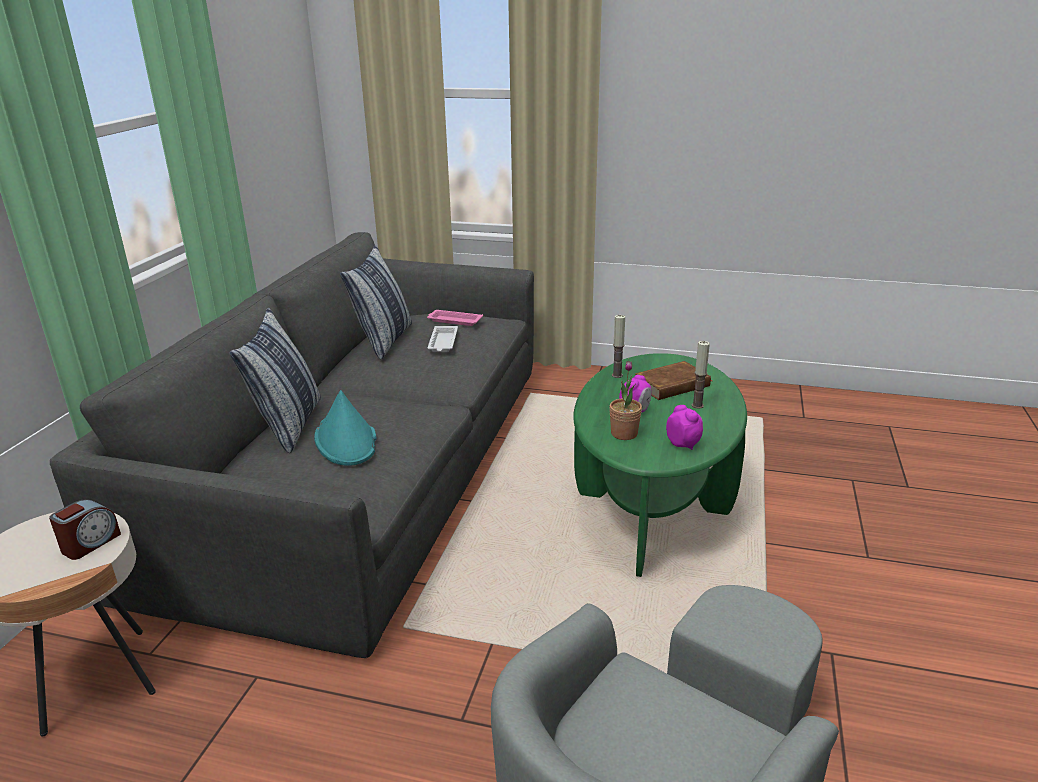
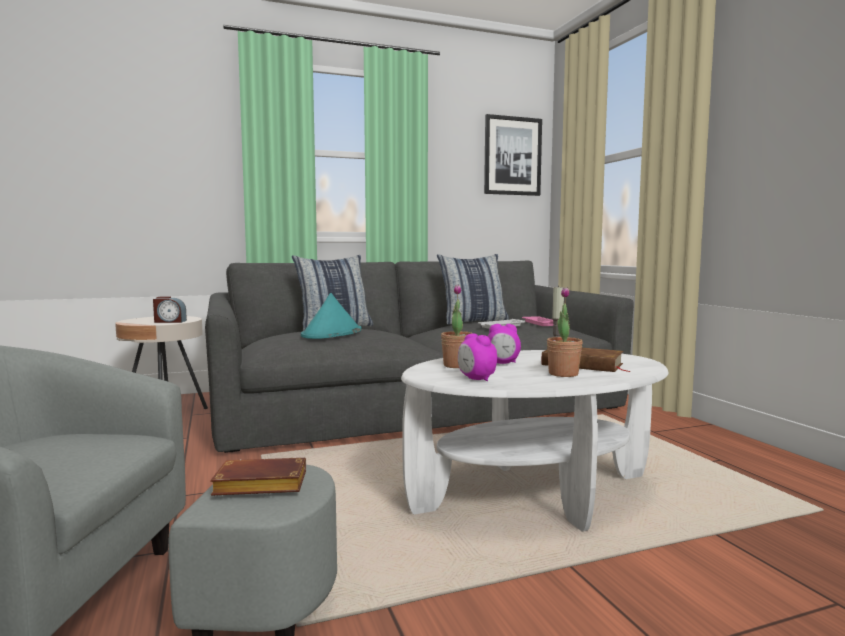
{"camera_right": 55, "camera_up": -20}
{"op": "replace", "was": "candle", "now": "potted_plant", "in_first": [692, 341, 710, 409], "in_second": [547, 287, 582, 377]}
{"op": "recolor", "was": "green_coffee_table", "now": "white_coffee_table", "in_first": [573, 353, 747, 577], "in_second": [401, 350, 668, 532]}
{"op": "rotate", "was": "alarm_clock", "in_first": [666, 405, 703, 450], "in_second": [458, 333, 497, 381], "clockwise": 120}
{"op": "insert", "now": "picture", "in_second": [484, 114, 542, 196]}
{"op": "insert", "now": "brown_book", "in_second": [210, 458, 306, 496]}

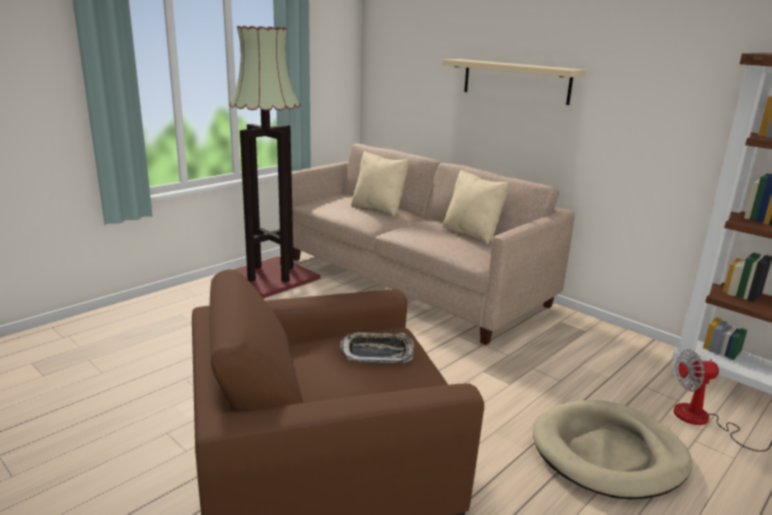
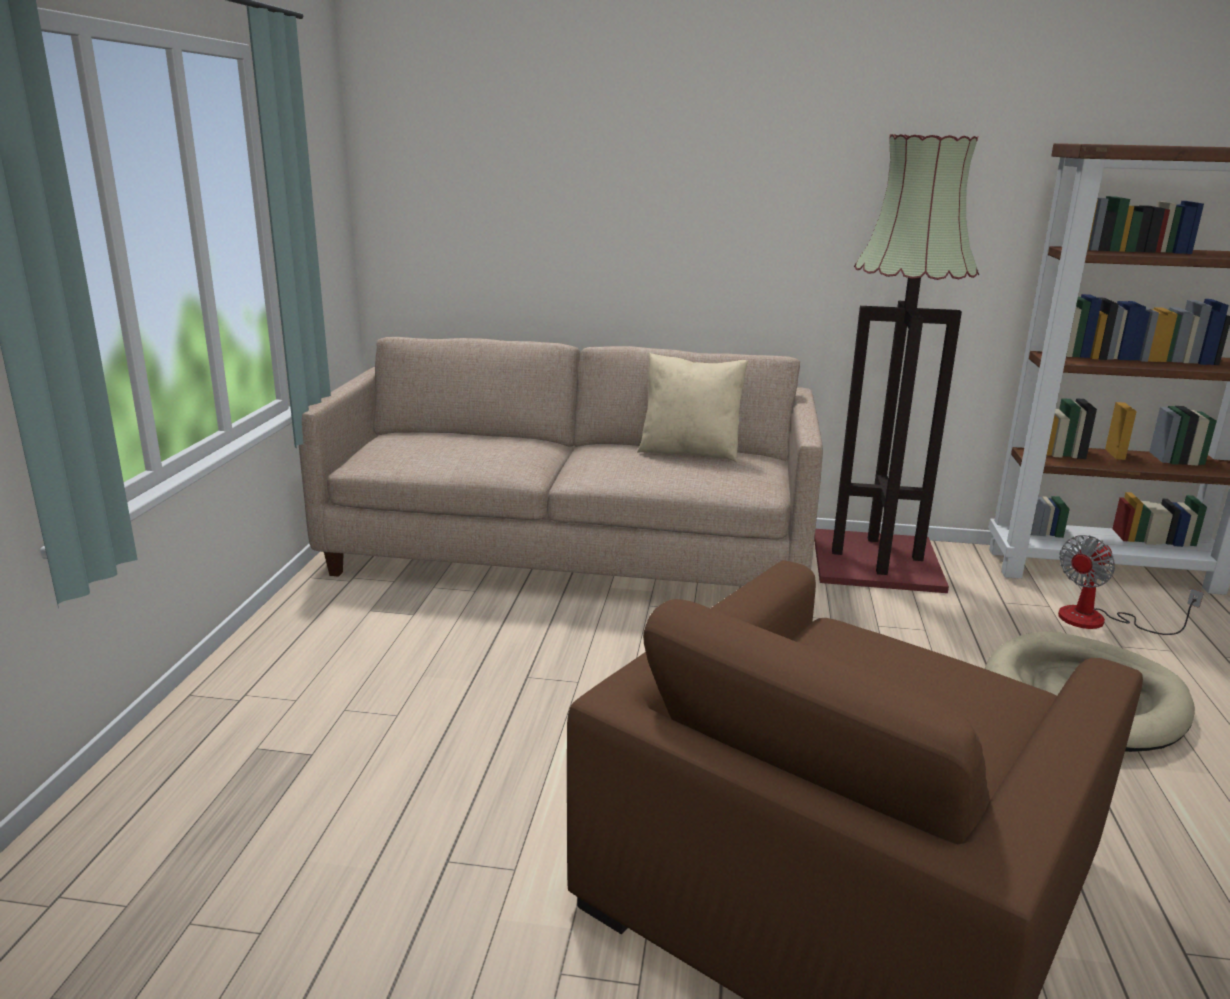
{"camera_right": -35, "camera_up": 0}
{"op": "move", "was": "floor_lamp", "in_first": [229, 26, 320, 299], "in_second": [814, 134, 979, 593]}
{"op": "delete", "was": "beige_shelf", "in_first": [442, 59, 587, 105]}
{"op": "delete", "was": "beige_pillow", "in_first": [351, 151, 409, 216]}
{"op": "delete", "was": "tray", "in_first": [340, 332, 414, 363]}

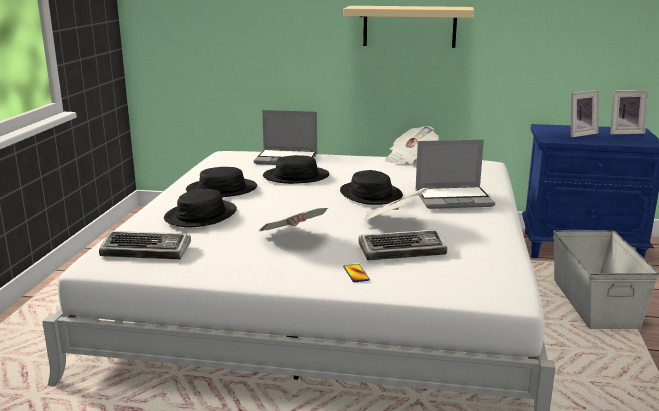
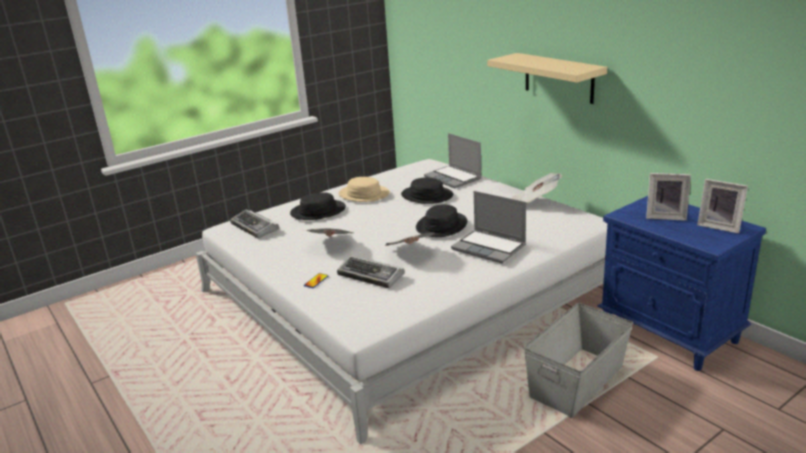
{"camera_right": 45, "camera_up": 5}
{"op": "recolor", "was": "black_hat", "now": "beige_hat", "in_first": [186, 167, 257, 197], "in_second": [338, 177, 390, 202]}

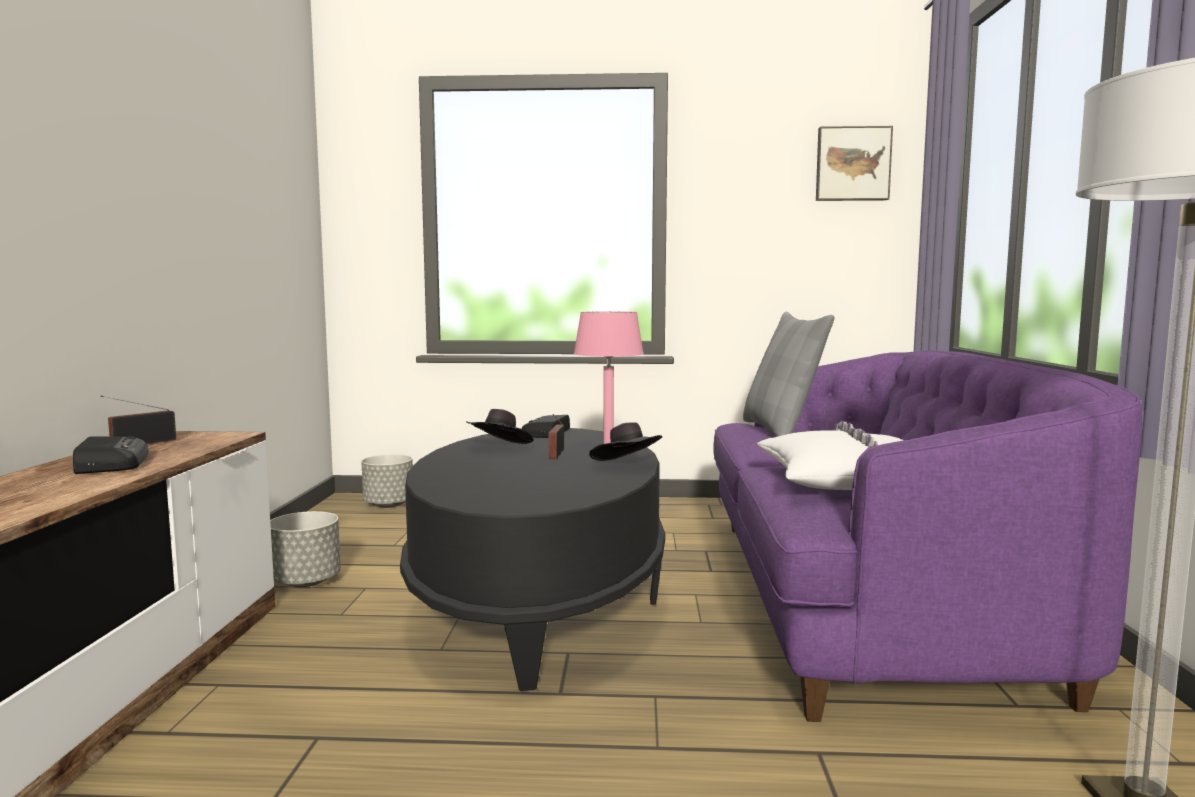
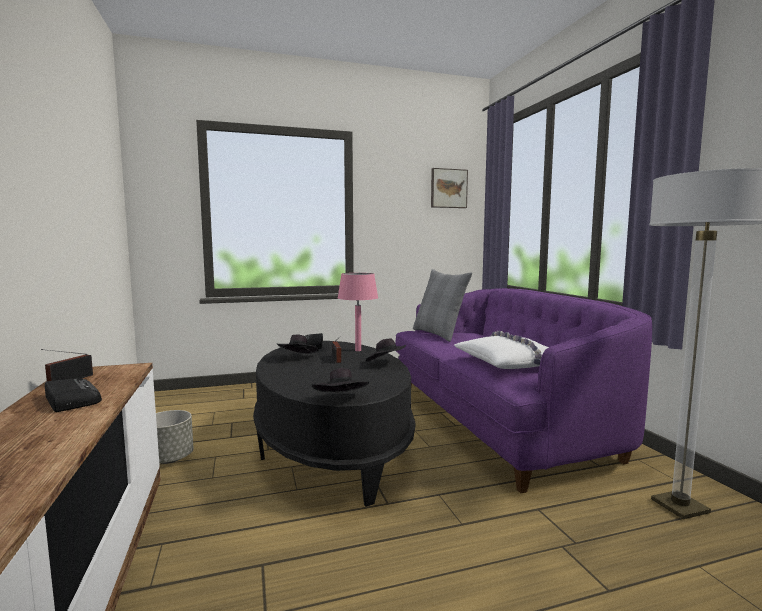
{"camera_right": -20, "camera_up": 0}
{"op": "delete", "was": "grey_planter", "in_first": [361, 454, 413, 508]}
{"op": "insert", "now": "black_hat", "in_second": [312, 368, 369, 393]}

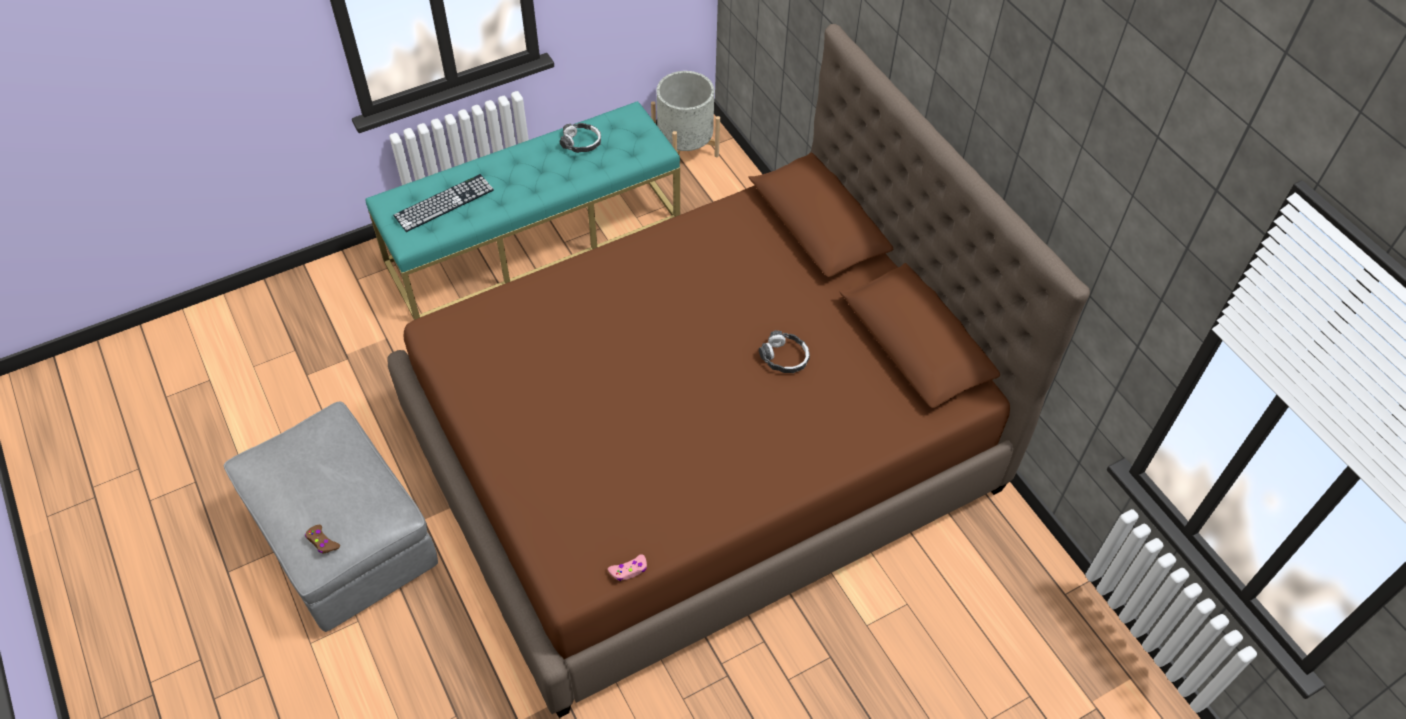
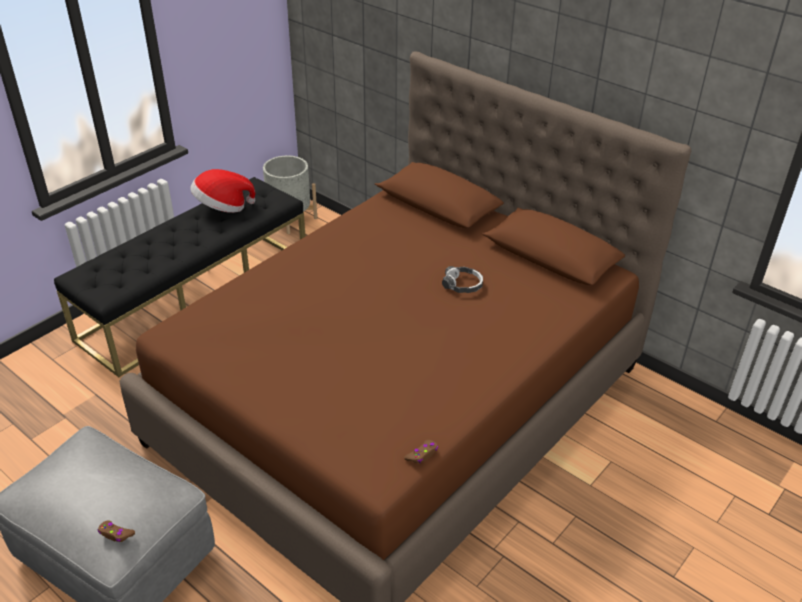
{"camera_right": -20, "camera_up": -15}
{"op": "recolor", "was": "turquoise_bench", "now": "black_bench", "in_first": [366, 101, 680, 320], "in_second": [54, 177, 306, 377]}
{"op": "replace", "was": "headphones", "now": "hat", "in_first": [559, 123, 601, 153], "in_second": [190, 169, 256, 213]}
{"op": "delete", "was": "keyboard", "in_first": [393, 174, 494, 232]}
{"op": "recolor", "was": "pink_game_controller", "now": "brown_game_controller", "in_first": [608, 554, 647, 581], "in_second": [404, 440, 438, 463]}

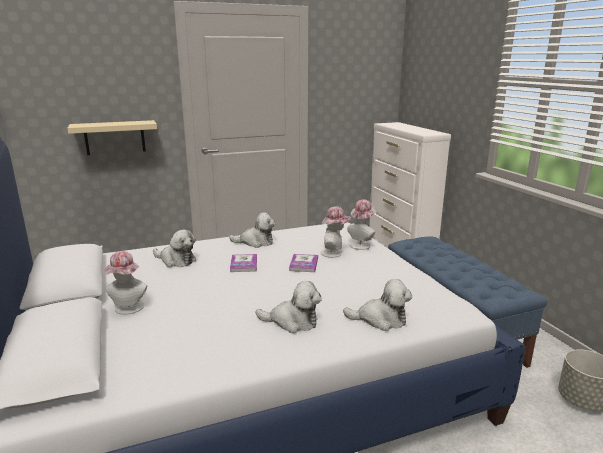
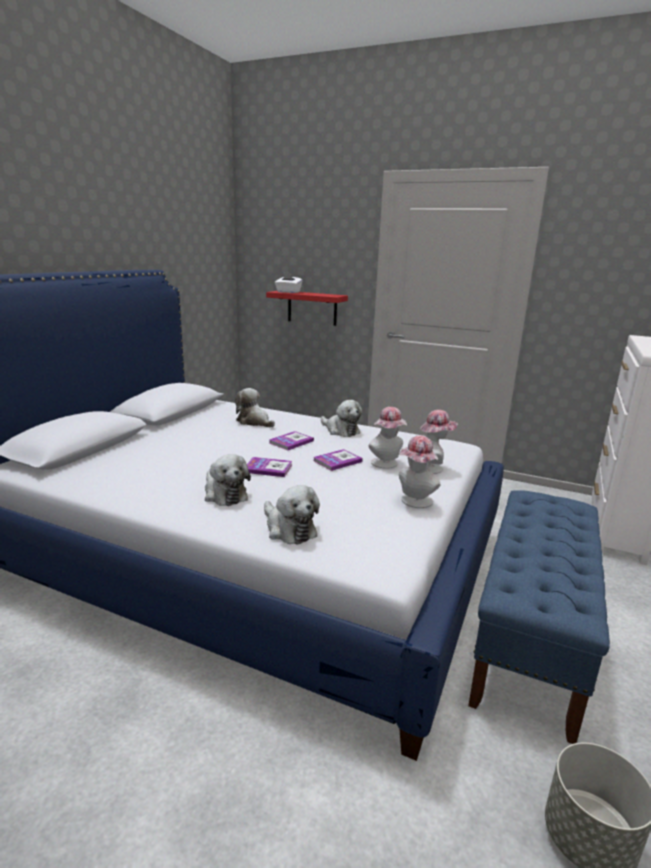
{"camera_right": 45, "camera_up": 0}
{"op": "recolor", "was": "beige_shelf", "now": "red_shelf", "in_first": [67, 120, 157, 155], "in_second": [266, 291, 348, 326]}
{"op": "rotate", "was": "plush_toy", "in_first": [153, 230, 196, 267], "in_second": [235, 388, 275, 427], "clockwise": 150}
{"op": "move", "was": "hat", "in_first": [104, 251, 147, 315], "in_second": [399, 436, 440, 508]}
{"op": "insert", "now": "white_tissue_box", "in_second": [275, 272, 302, 293]}
{"op": "insert", "now": "book", "in_second": [247, 457, 292, 477]}

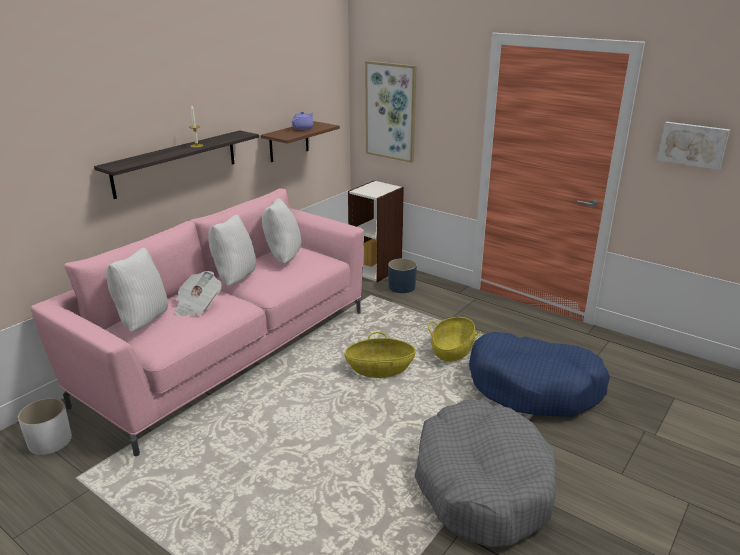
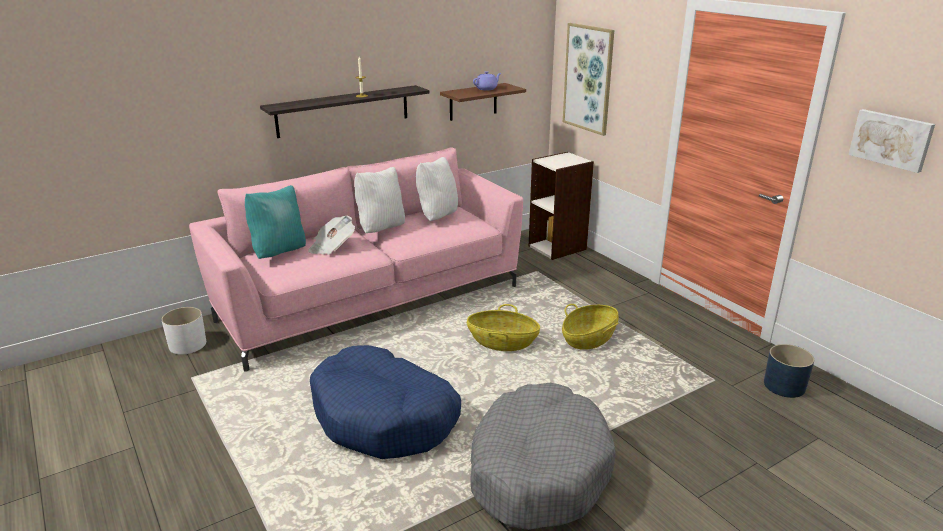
{"camera_right": 20, "camera_up": 0}
{"op": "recolor", "was": "white_pillow", "now": "turquoise_pillow", "in_first": [106, 248, 168, 332], "in_second": [245, 185, 306, 259]}
{"op": "move", "was": "blue_planter", "in_first": [388, 258, 417, 293], "in_second": [764, 344, 814, 398]}
{"op": "move", "was": "blue_dog_bed", "in_first": [469, 332, 610, 417], "in_second": [310, 345, 461, 459]}

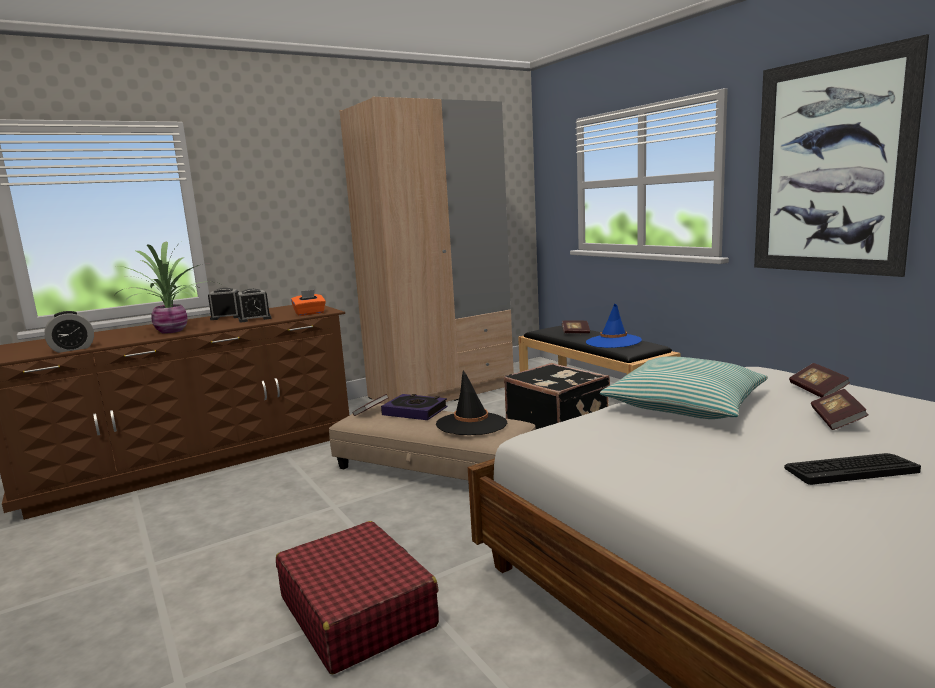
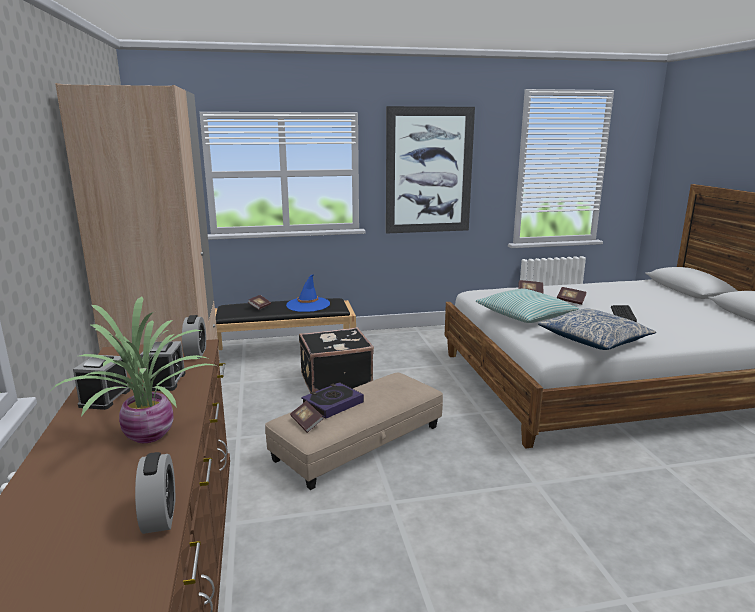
{"camera_right": -70, "camera_up": 5}
{"op": "replace", "was": "orange_tissue_box", "now": "alarm_clock", "in_first": [291, 290, 326, 316], "in_second": [182, 315, 206, 358]}
{"op": "delete", "was": "black_hat", "in_first": [436, 370, 507, 435]}
{"op": "delete", "was": "red_suitcase", "in_first": [276, 521, 439, 674]}
{"op": "insert", "now": "pillow", "in_second": [538, 309, 656, 350]}

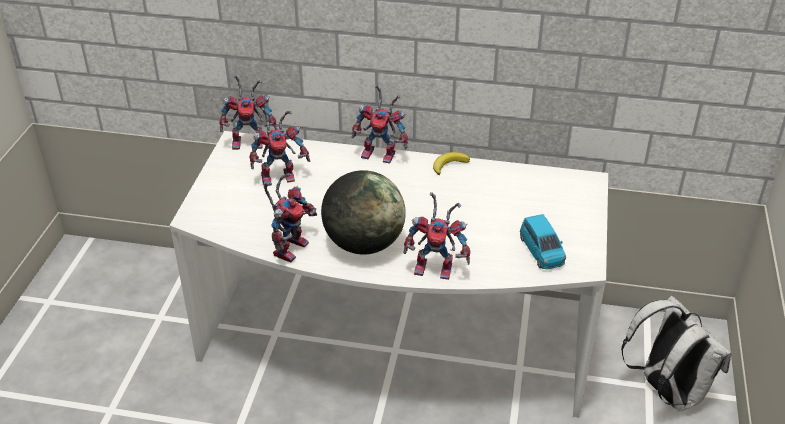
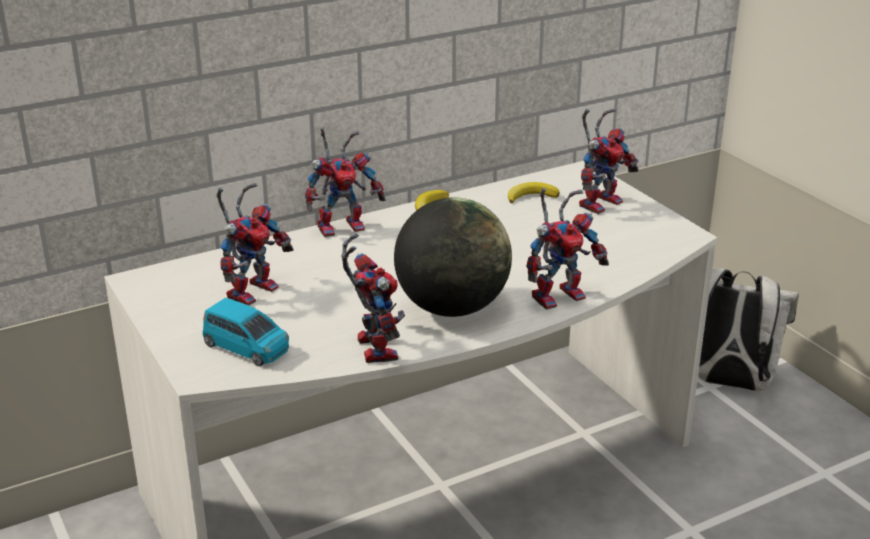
{"camera_right": -40, "camera_up": -10}
{"op": "move", "was": "toy_robot", "in_first": [219, 75, 277, 150], "in_second": [579, 108, 639, 214]}
{"op": "move", "was": "blue_toy_car", "in_first": [520, 214, 566, 269], "in_second": [203, 298, 289, 366]}
{"op": "insert", "now": "banana", "in_second": [508, 182, 560, 204]}

